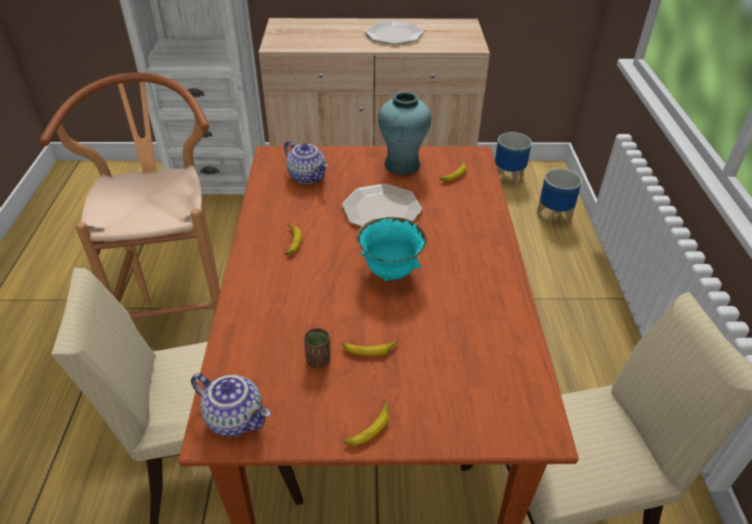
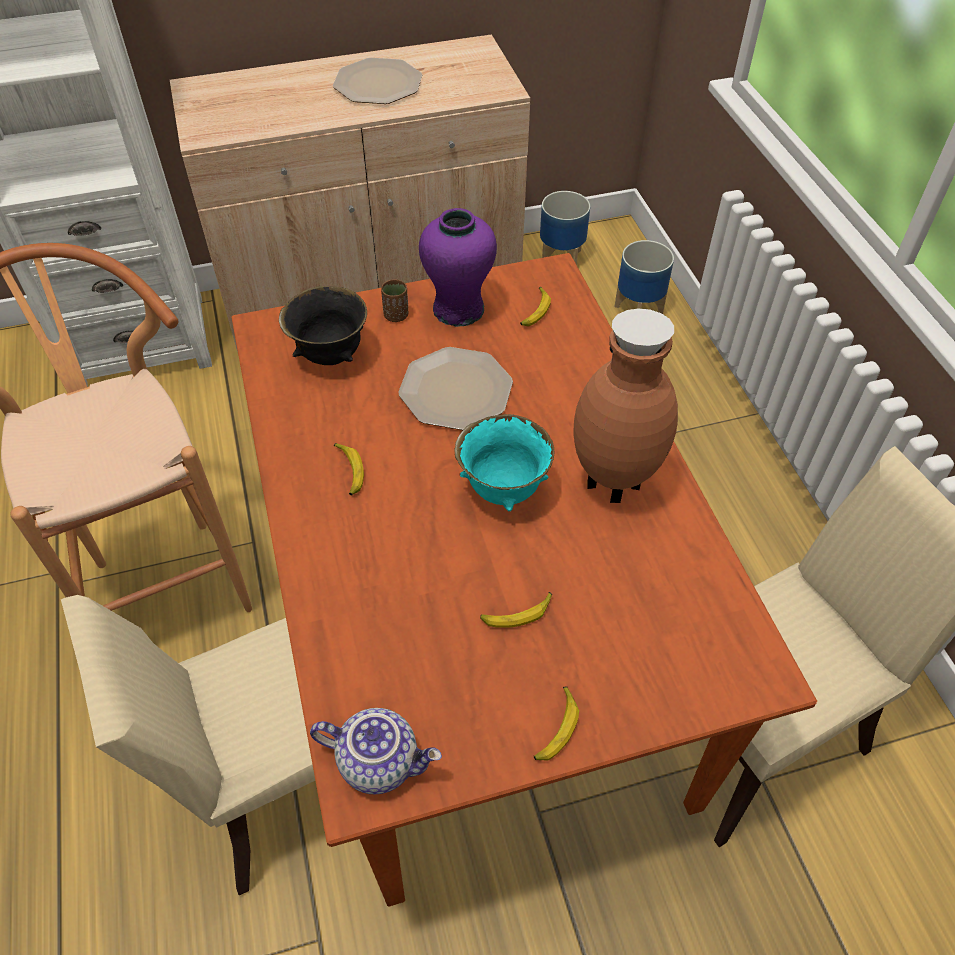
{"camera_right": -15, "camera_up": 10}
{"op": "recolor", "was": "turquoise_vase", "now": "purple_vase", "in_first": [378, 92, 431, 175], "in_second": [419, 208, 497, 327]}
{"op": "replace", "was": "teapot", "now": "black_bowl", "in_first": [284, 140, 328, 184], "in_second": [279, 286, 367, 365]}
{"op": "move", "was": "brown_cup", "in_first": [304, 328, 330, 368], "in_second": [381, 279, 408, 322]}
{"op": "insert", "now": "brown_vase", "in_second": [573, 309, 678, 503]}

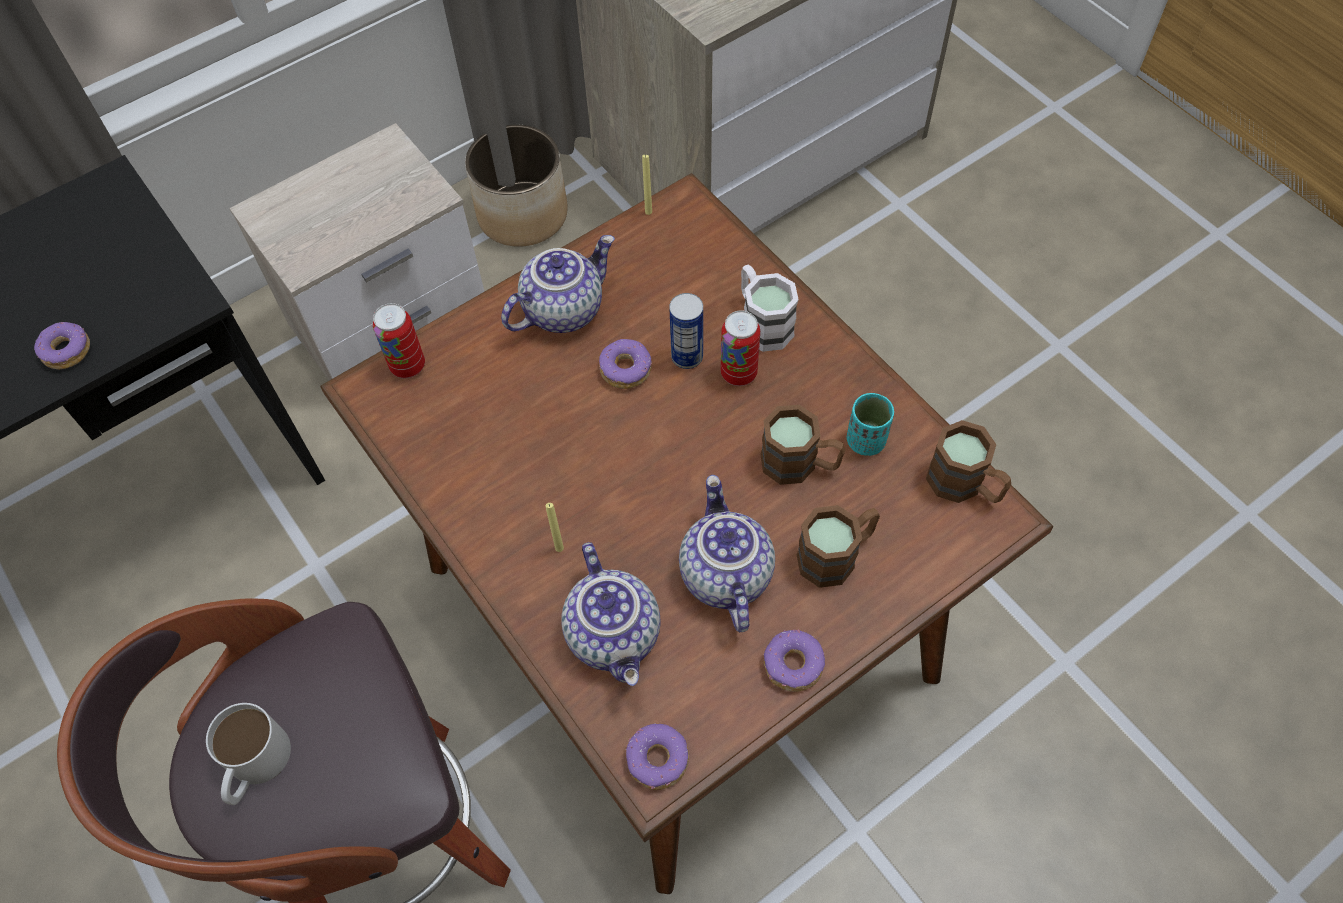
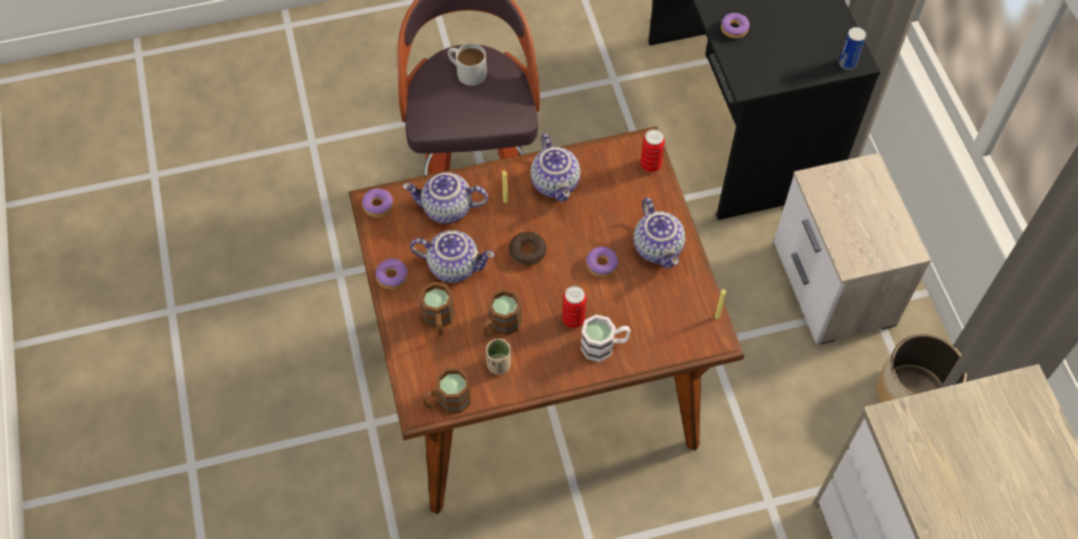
{"camera_right": 110, "camera_up": 0}
{"op": "move", "was": "can", "in_first": [669, 293, 703, 369], "in_second": [839, 27, 866, 70]}
{"op": "recolor", "was": "turquoise_cup", "now": "beige_cup", "in_first": [847, 393, 894, 456], "in_second": [486, 339, 511, 374]}
{"op": "insert", "now": "teapot", "in_second": [531, 134, 581, 202]}
{"op": "insert", "now": "donut", "in_second": [509, 232, 547, 266]}

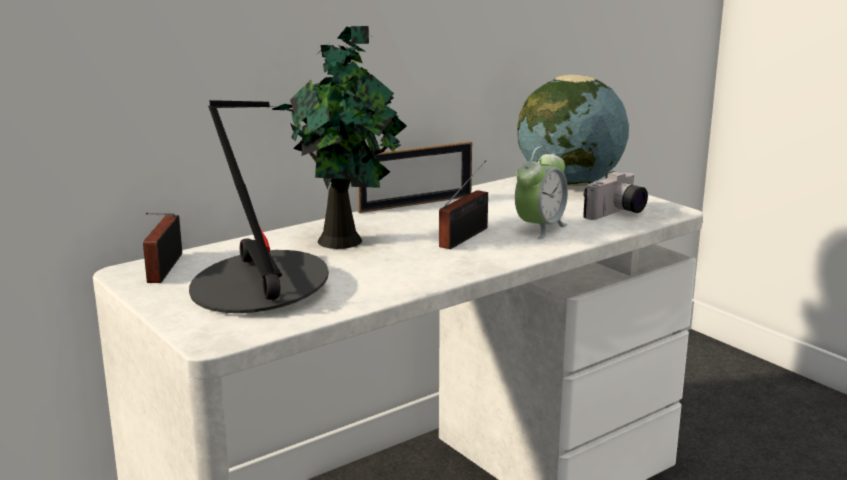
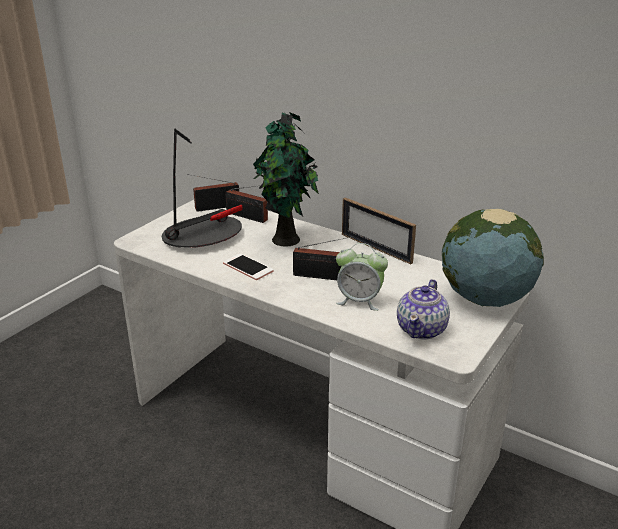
{"camera_right": 70, "camera_up": 10}
{"op": "replace", "was": "photo_camera", "now": "teapot", "in_first": [583, 171, 648, 220], "in_second": [397, 279, 450, 339]}
{"op": "insert", "now": "radio", "in_second": [225, 185, 268, 223]}
{"op": "insert", "now": "phone", "in_second": [223, 254, 273, 280]}

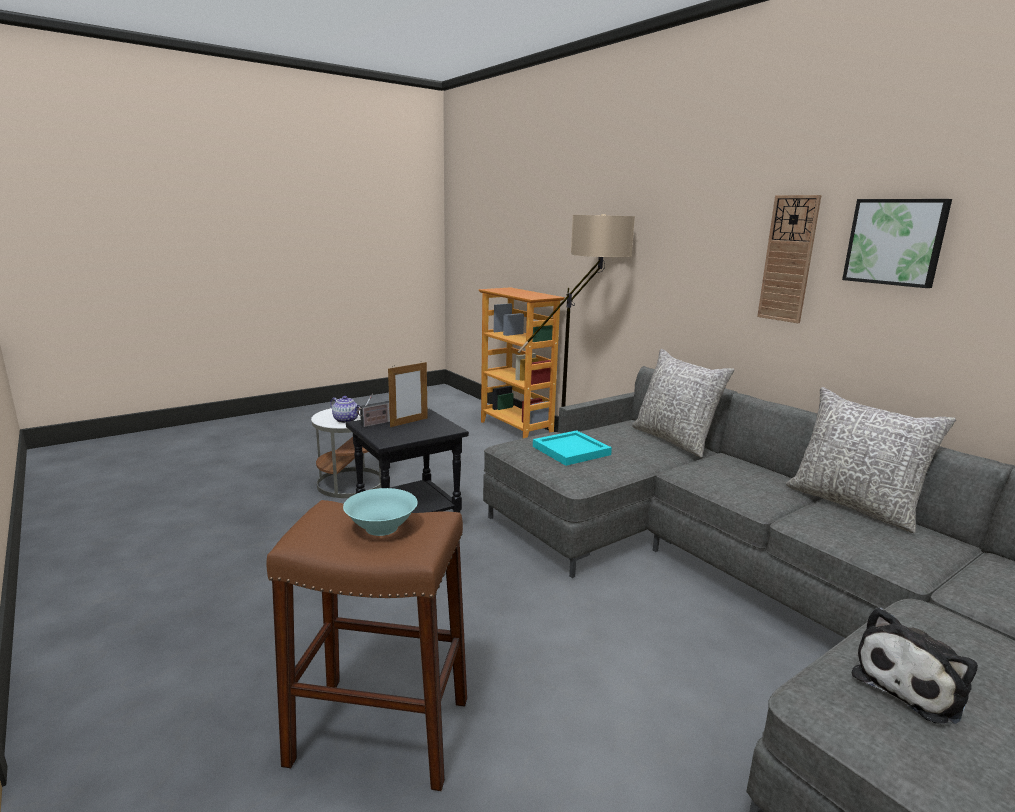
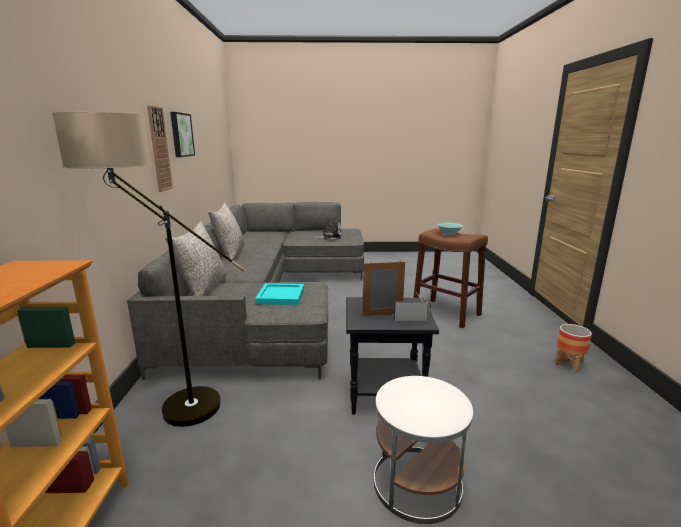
{"camera_right": -145, "camera_up": 0}
{"op": "delete", "was": "teapot", "in_first": [330, 396, 360, 423]}
{"op": "insert", "now": "planter", "in_second": [555, 324, 592, 372]}

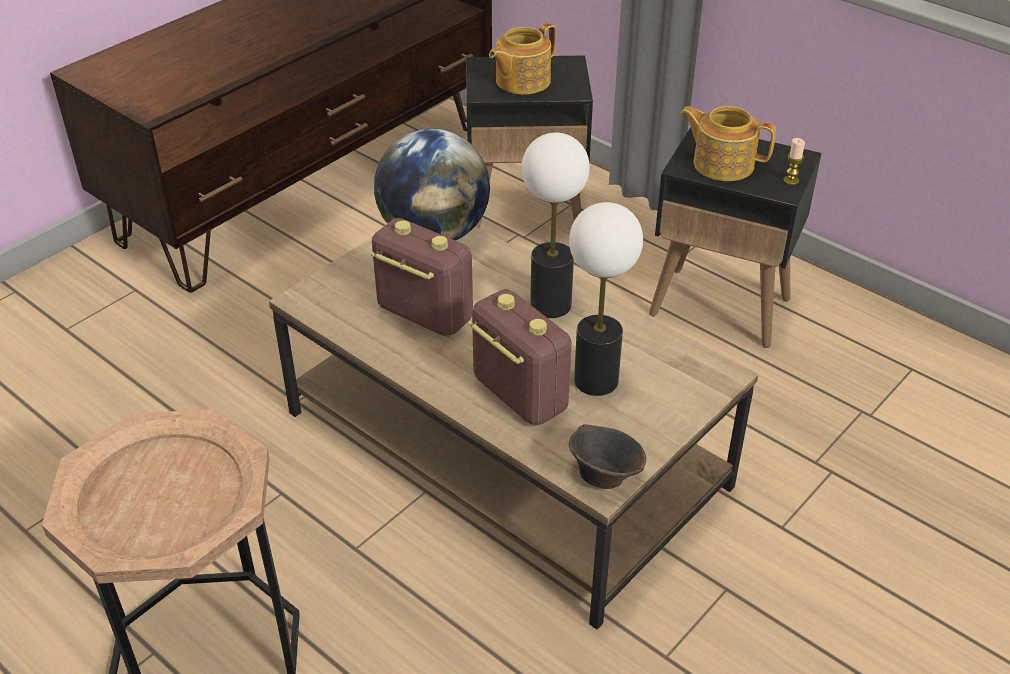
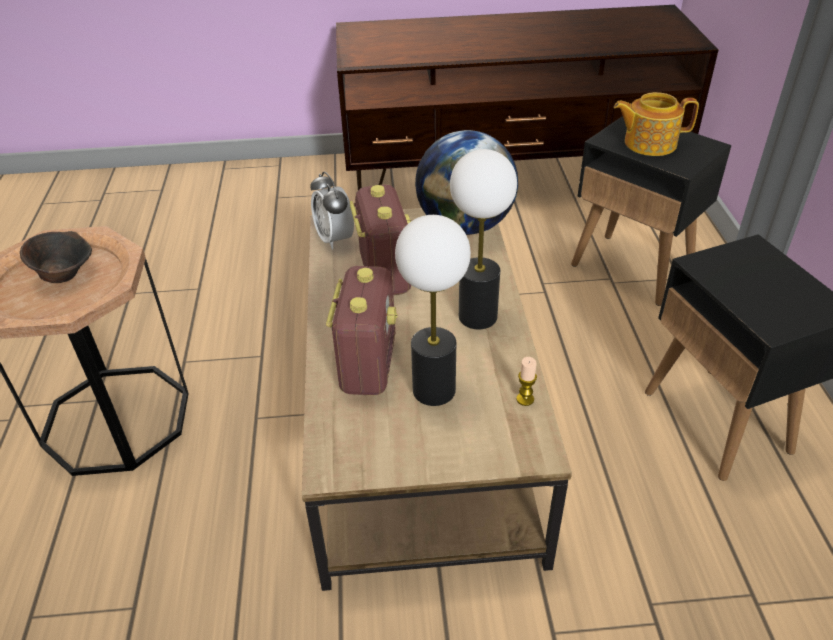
{"camera_right": 45, "camera_up": 0}
{"op": "delete", "was": "teapot", "in_first": [680, 106, 776, 181]}
{"op": "move", "was": "candle", "in_first": [783, 138, 805, 185], "in_second": [516, 357, 537, 406]}
{"op": "move", "was": "brown_bowl", "in_first": [569, 424, 646, 489], "in_second": [20, 231, 92, 283]}
{"op": "insert", "now": "alarm_clock", "in_second": [310, 171, 354, 250]}

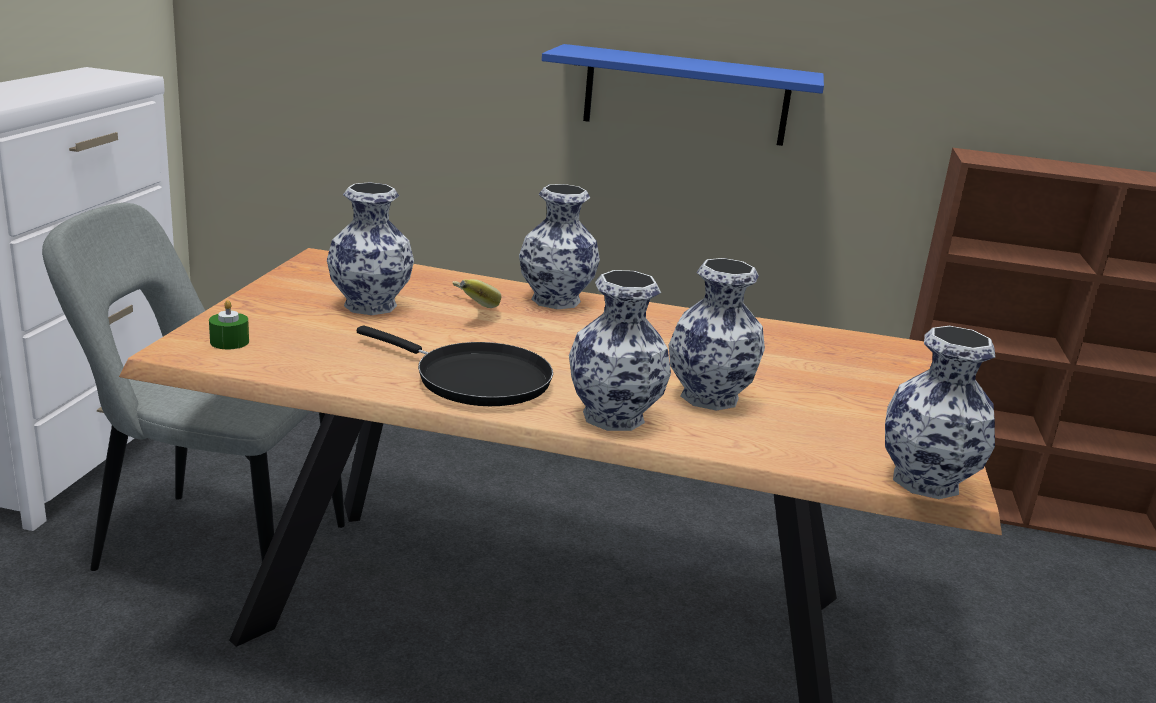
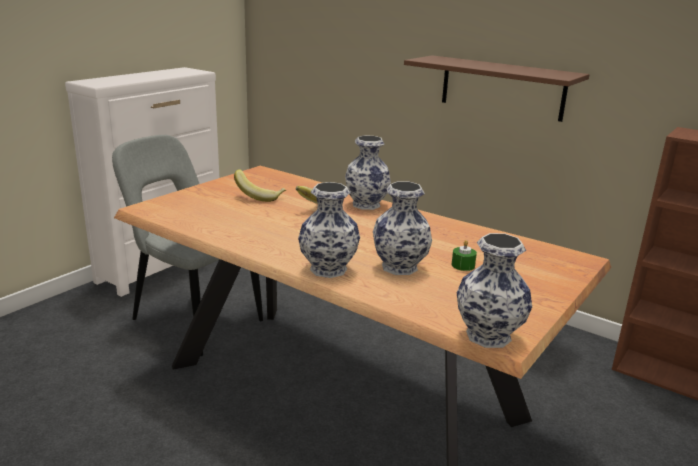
{"camera_right": 25, "camera_up": 0}
{"op": "recolor", "was": "blue_shelf", "now": "brown_shelf", "in_first": [542, 44, 824, 146], "in_second": [404, 55, 590, 122]}
{"op": "replace", "was": "vase", "now": "banana", "in_first": [327, 182, 414, 315], "in_second": [234, 169, 286, 202]}
{"op": "move", "was": "green_candle", "in_first": [209, 300, 249, 349], "in_second": [452, 240, 477, 271]}
{"op": "delete", "was": "black_frying_pan", "in_first": [357, 326, 553, 406]}

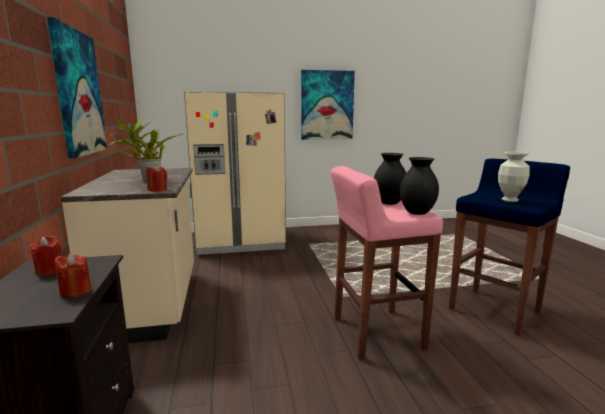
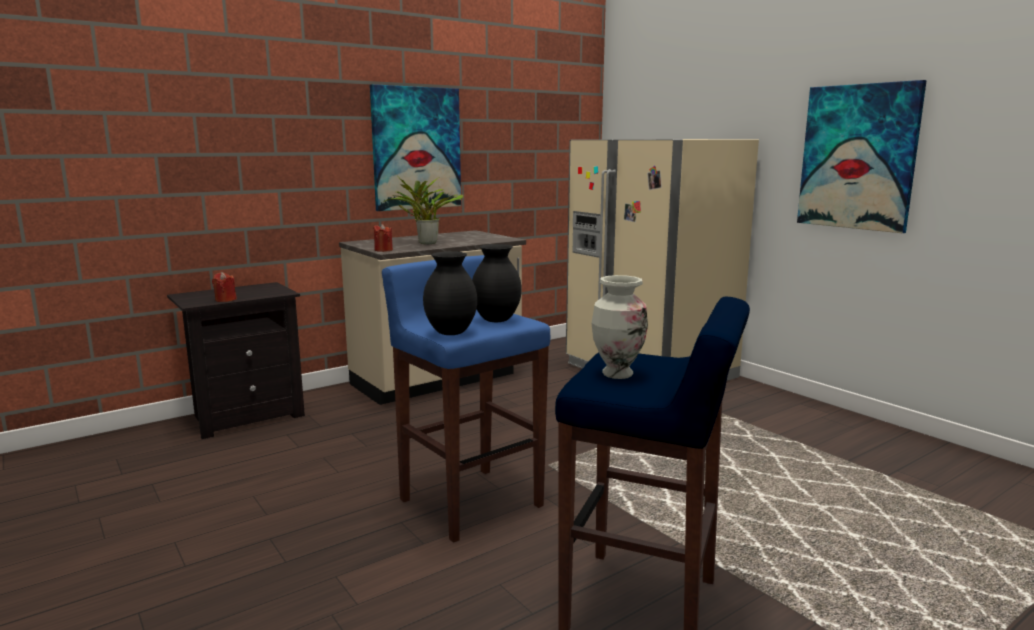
{"camera_right": 65, "camera_up": 0}
{"op": "recolor", "was": "pink_stool", "now": "blue_stool", "in_first": [331, 166, 443, 360], "in_second": [382, 255, 550, 543]}
{"op": "delete", "was": "red_candle", "in_first": [29, 236, 61, 276]}

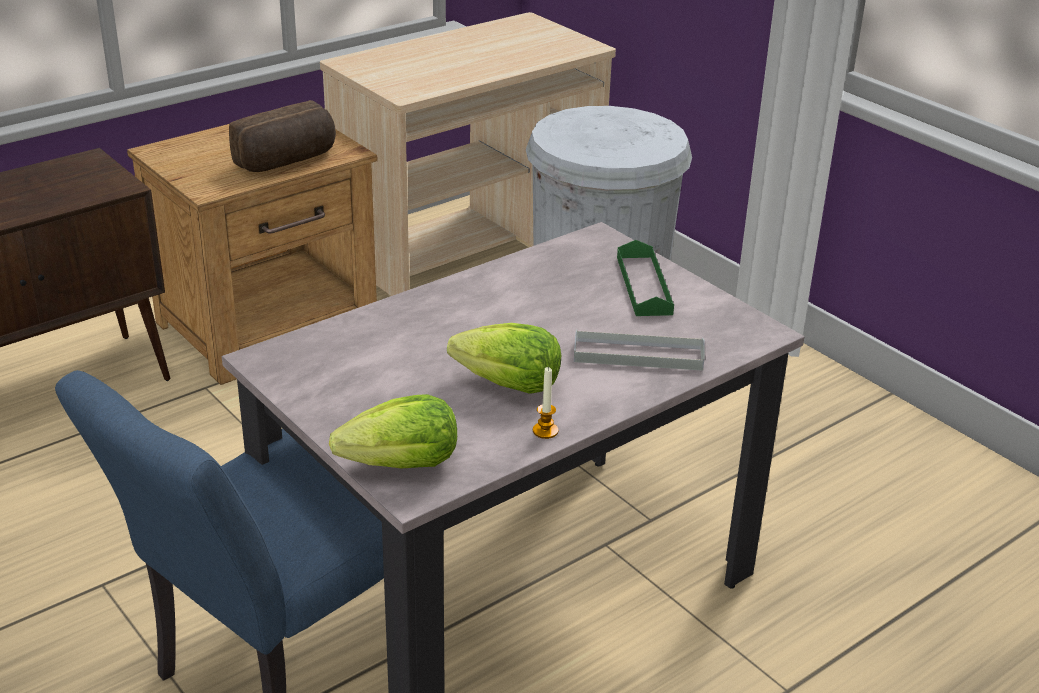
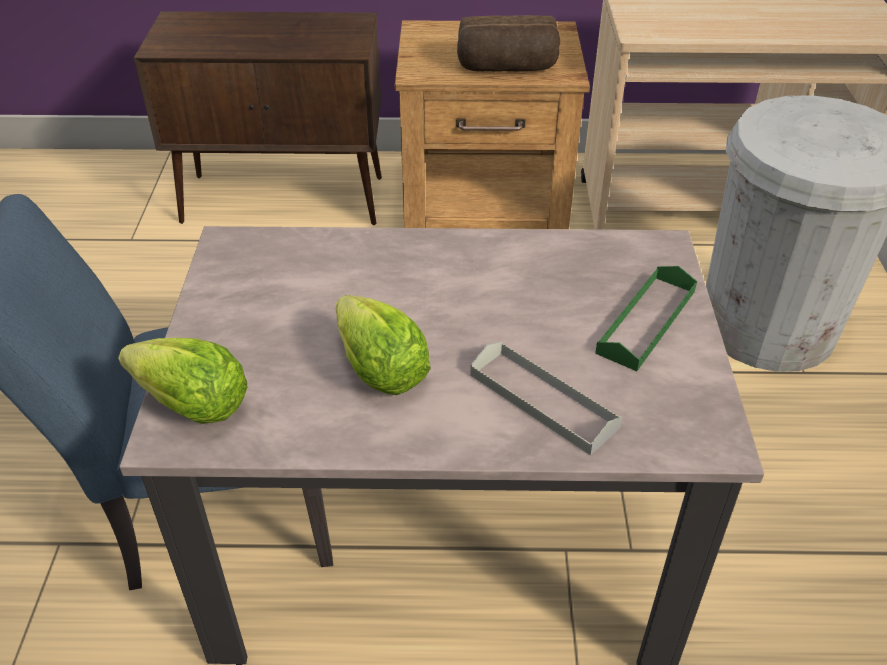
{"camera_right": 40, "camera_up": 10}
{"op": "delete", "was": "candle", "in_first": [533, 367, 558, 439]}

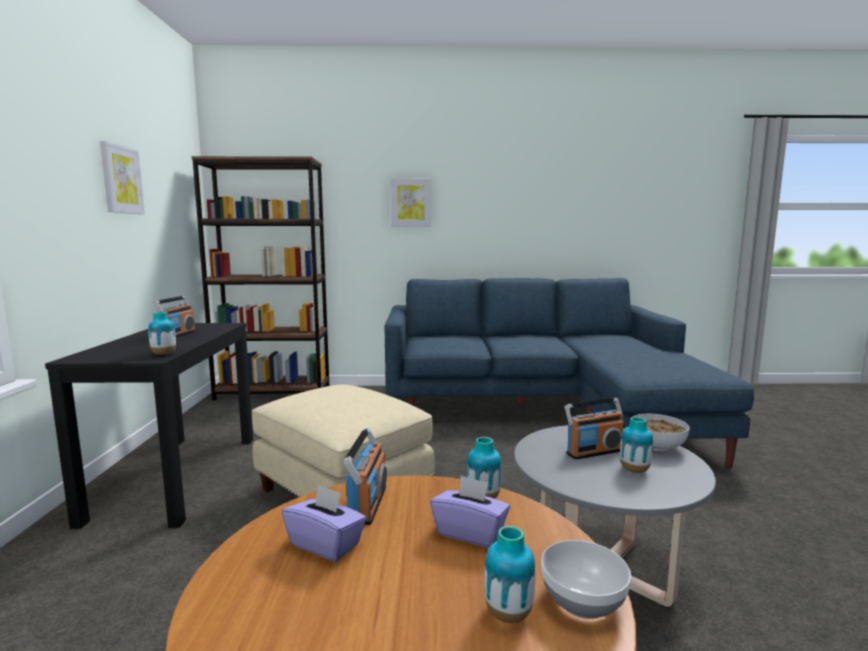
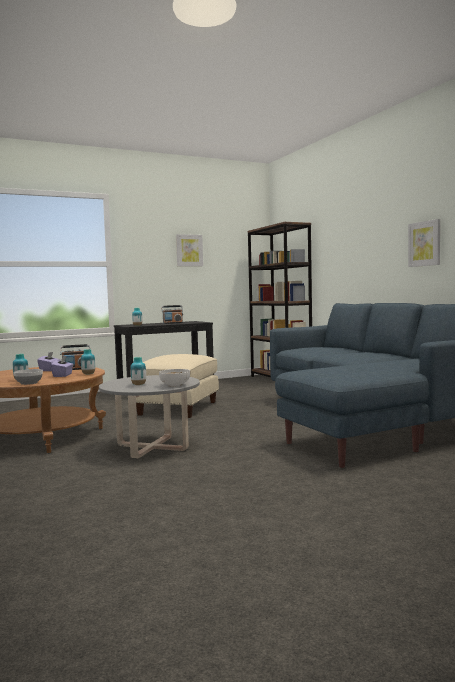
{"camera_right": 65, "camera_up": -5}
{"op": "move", "was": "picture", "in_first": [390, 178, 431, 226], "in_second": [408, 219, 440, 267]}
{"op": "delete", "was": "radio", "in_first": [565, 398, 624, 460]}

